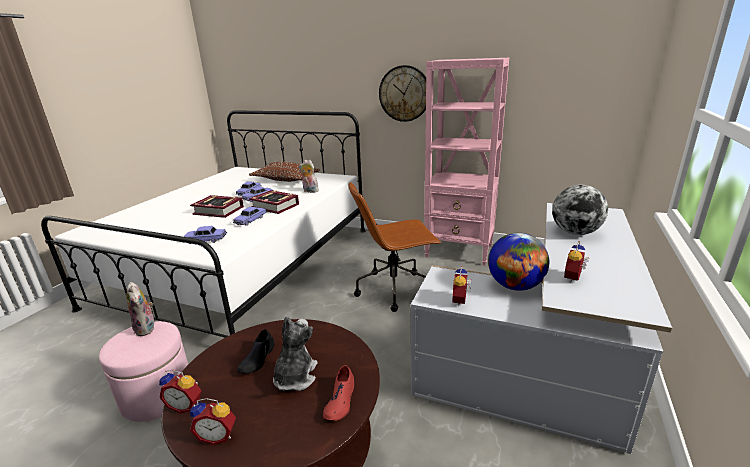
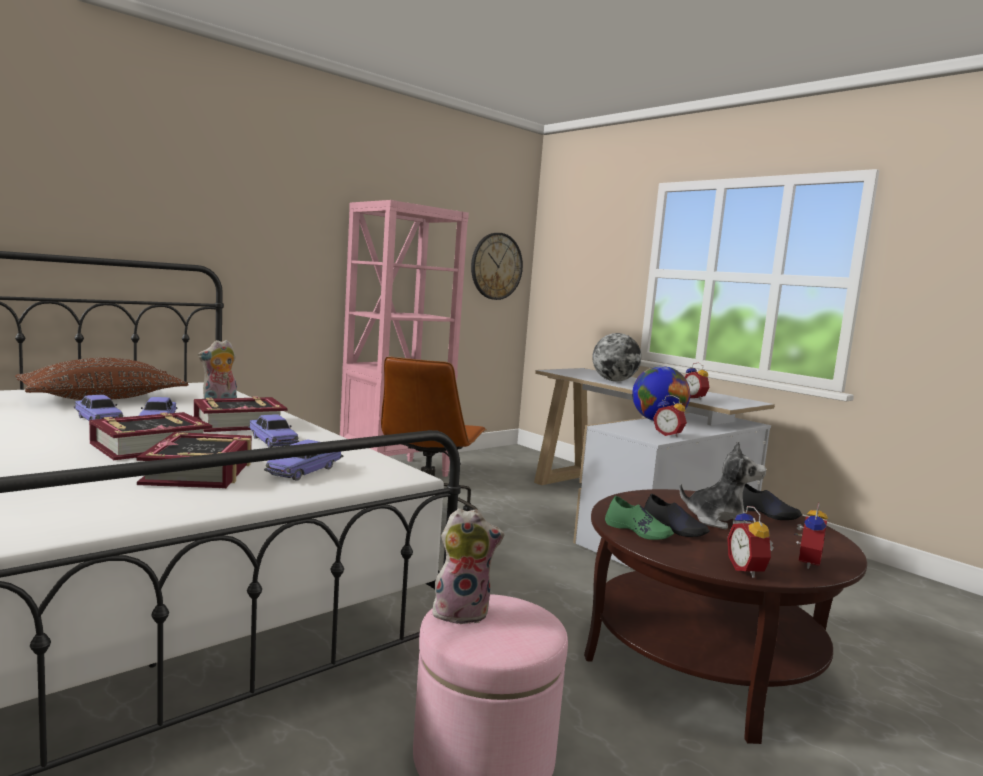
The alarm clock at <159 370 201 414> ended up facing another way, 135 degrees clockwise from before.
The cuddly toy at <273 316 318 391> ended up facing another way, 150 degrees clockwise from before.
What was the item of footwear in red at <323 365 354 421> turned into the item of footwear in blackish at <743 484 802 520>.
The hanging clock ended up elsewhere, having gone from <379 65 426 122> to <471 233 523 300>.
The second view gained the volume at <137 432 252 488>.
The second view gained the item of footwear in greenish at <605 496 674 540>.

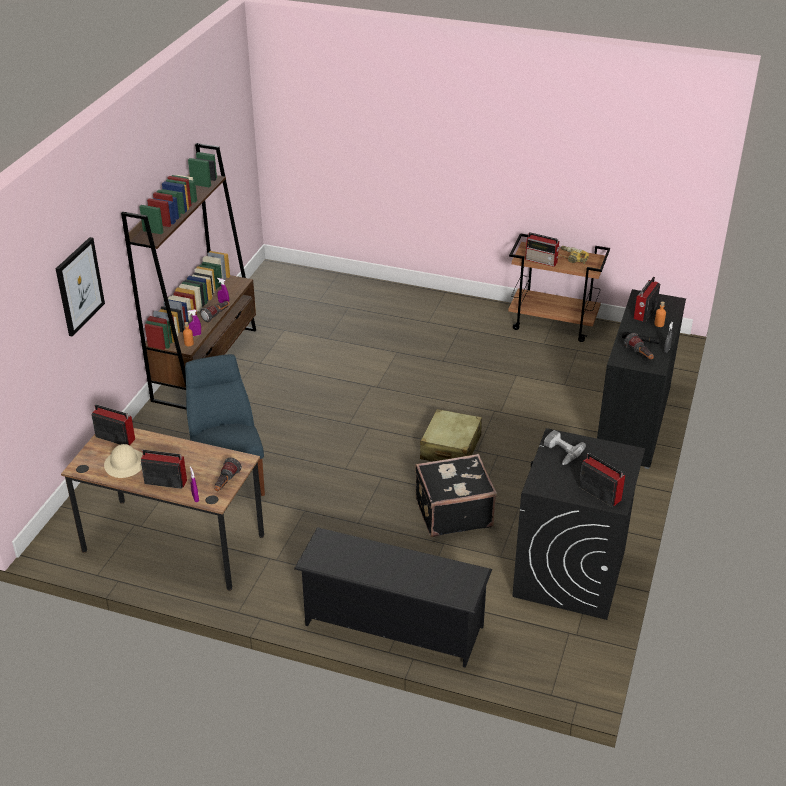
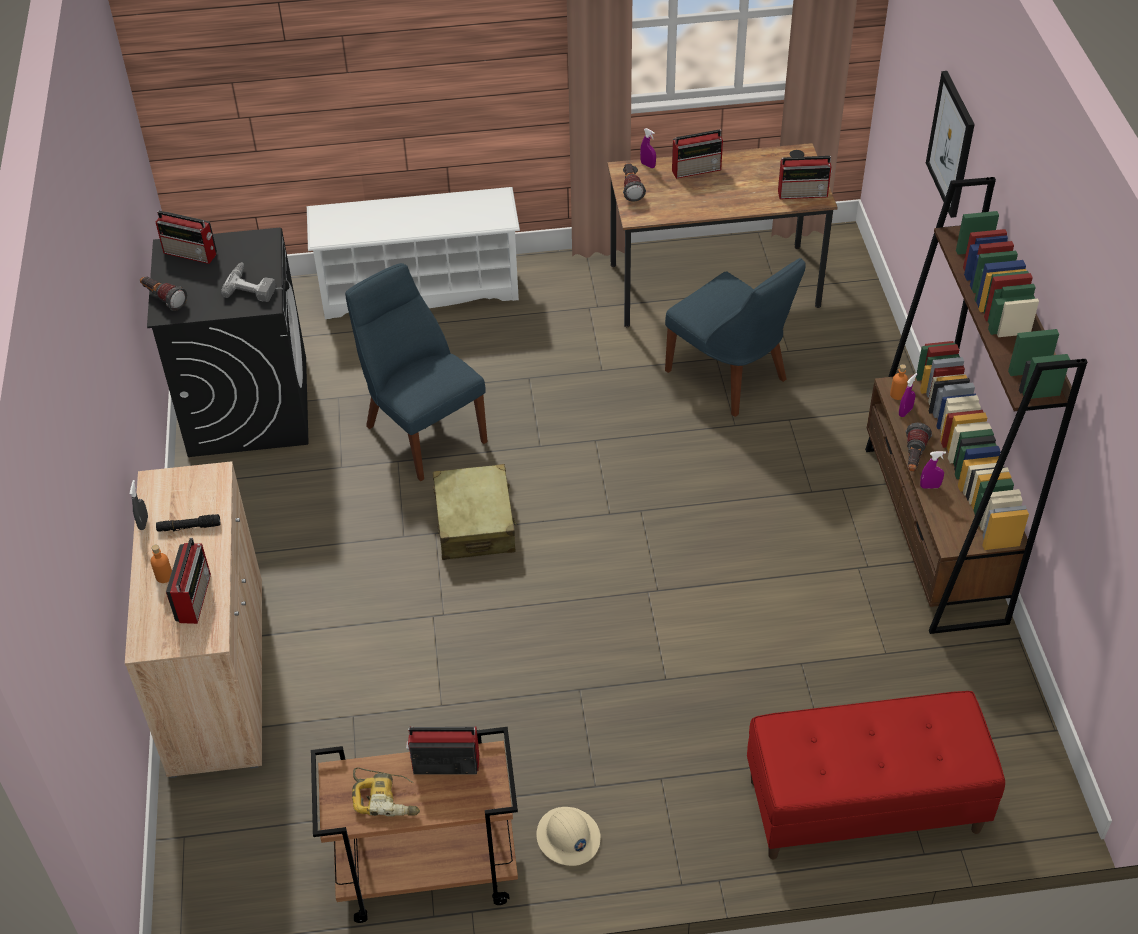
The safety helmet in beige-coloured ended up elsewhere, having gone from <104 444 143 478> to <536 807 601 866>.
What was the shoe rack in blackish at <294 527 492 668> turned into the shoe rack in whitish at <307 187 520 319>.
Where the travel case in blackish stood at <415 454 497 537>, the plain chair in bluish came to stand at <345 263 488 481>.
What was the cupboard in blackish at <597 289 686 469> turned into the cupboard in beige-coloured at <125 461 262 778>.
The hand torch ended up elsewhere, having gone from <624 333 654 360> to <140 277 187 311>.
The second view gained the bench in red at <747 691 1005 859>.

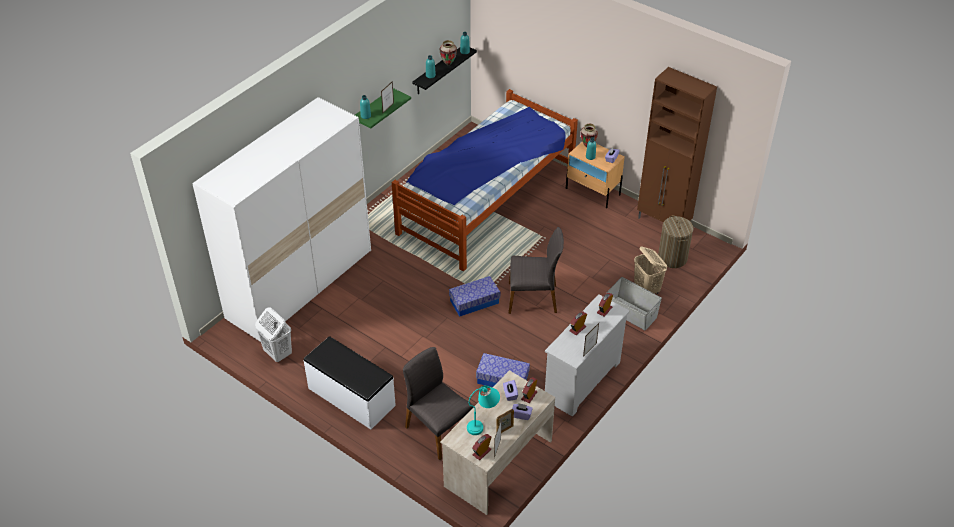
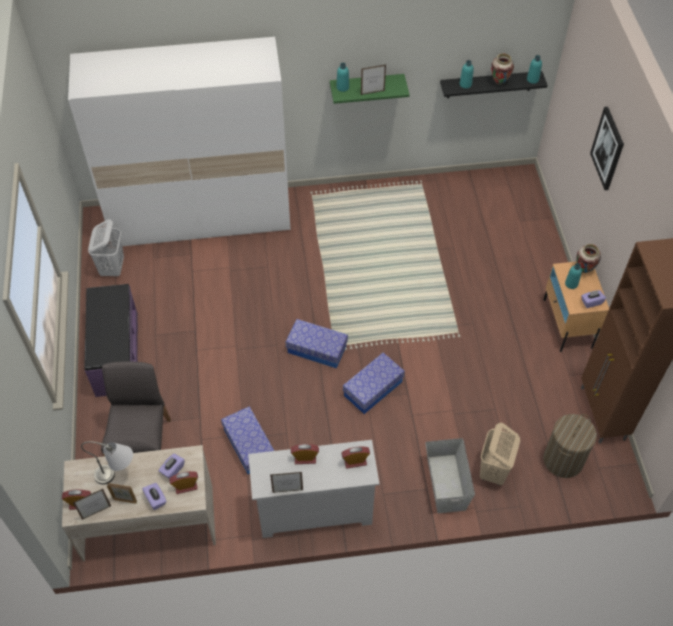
What was the bench in whitish at <304 336 396 429> turned into the bench in purplish at <84 284 138 397>.
The second view lost the sleeping bed at <392 89 578 272>.
What was the lamp for a table in turquoise at <467 385 500 435> turned into the lamp for a table in gray at <81 441 133 485>.
Where the plain chair in gray stood at <509 227 564 314>, the storage container came to stand at <343 353 405 414>.
The second view gained the wall art at <590 107 624 190>.

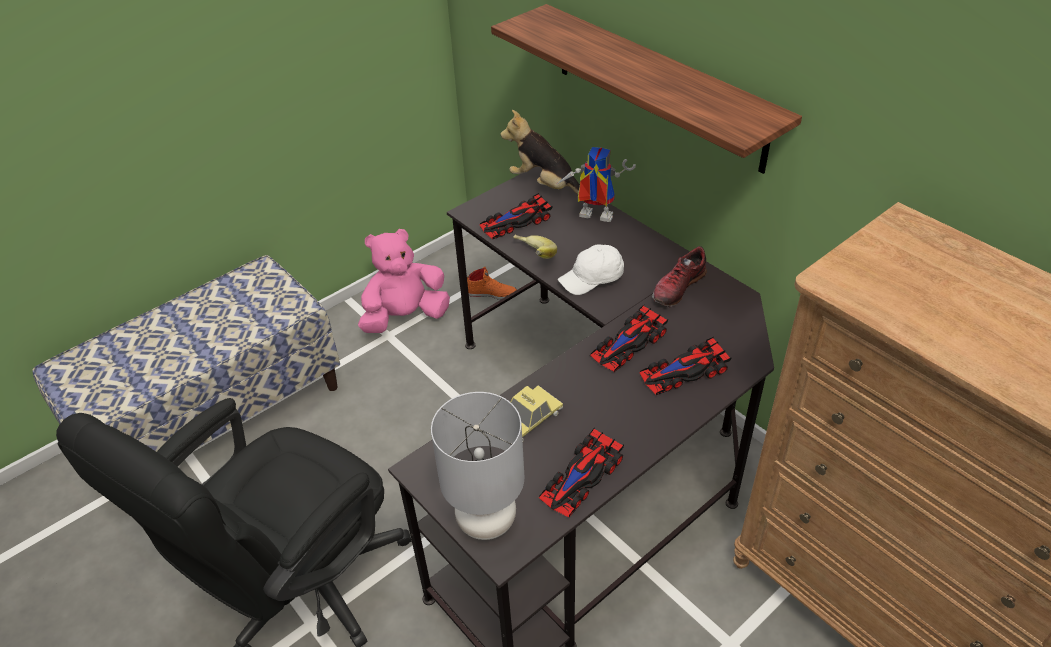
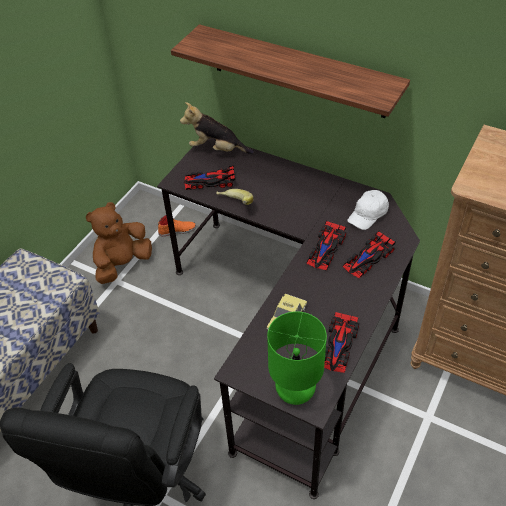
What was the cuddly toy in pinkish at <358 229 450 333> turned into the cuddly toy in brown at <86 202 152 284>.
What was the lamp for a table in gray at <431 392 524 540> turned into the lamp for a table in greenish at <267 311 327 405>.
The miniature car at <480 193 552 240> ended up facing another way, 45 degrees clockwise from before.
The second view lost the robot figure at <557 147 636 222>.
The cap in whitish ended up elsewhere, having gone from <558 244 624 295> to <347 190 389 230>.
The second view lost the item of footwear at <652 246 707 307>.

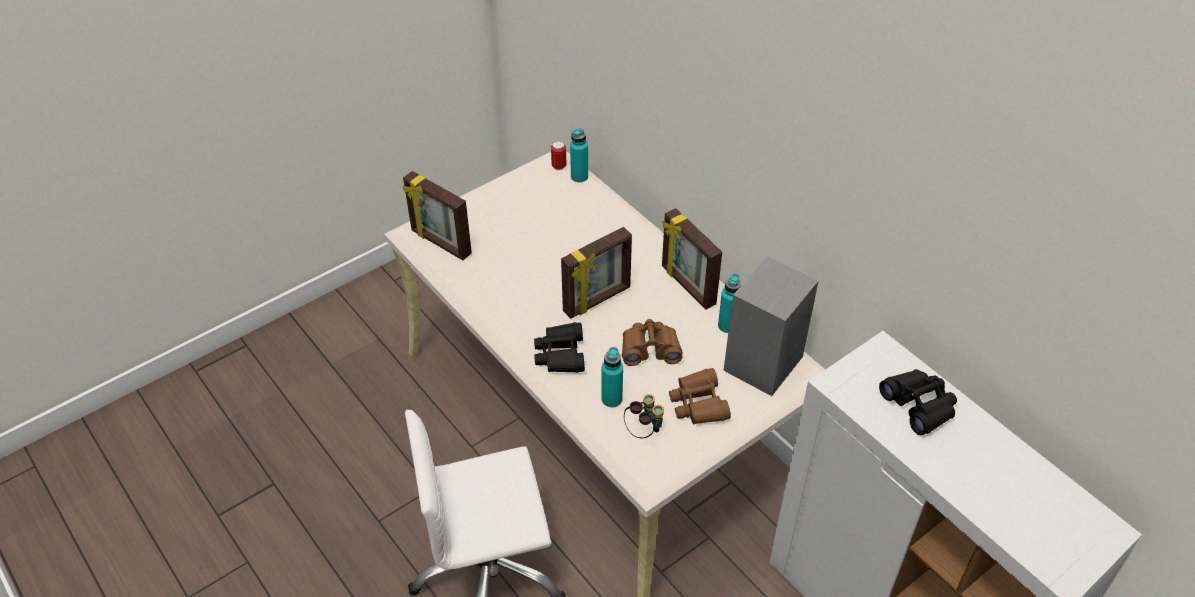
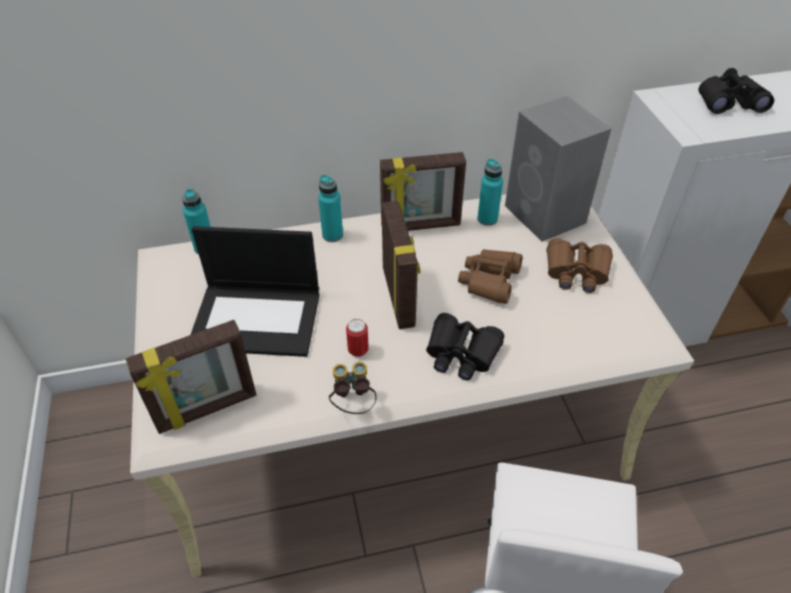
The metal can ended up elsewhere, having gone from <551 141 566 170> to <346 319 369 357>.
The beverage bottle in turquoise ended up elsewhere, having gone from <601 347 623 407> to <318 175 343 242>.
The pair of binoculars ended up elsewhere, having gone from <624 394 664 438> to <329 362 376 414>.
The second view gained the portable computer at <191 226 320 357>.

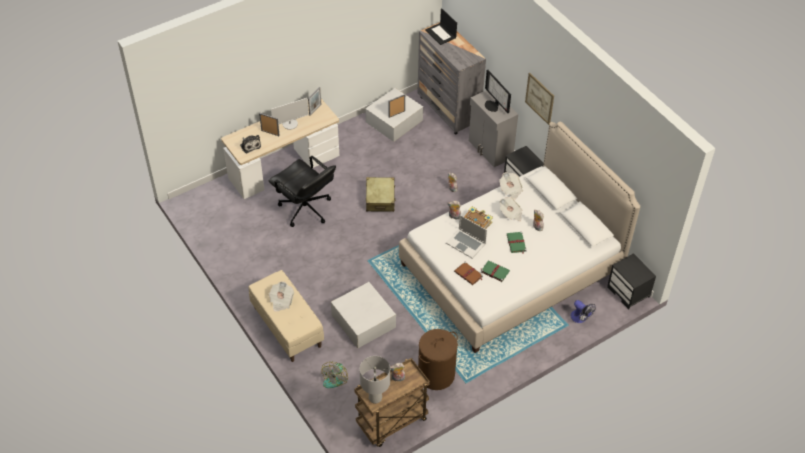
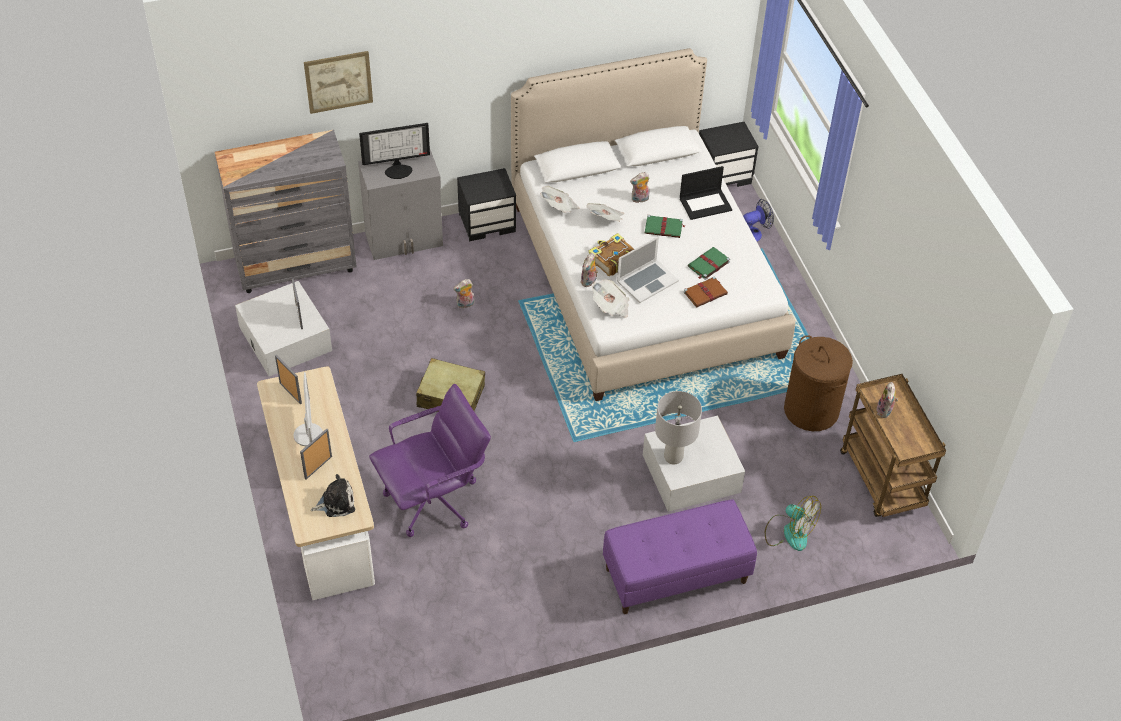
What was the bench in beige-coloured at <249 270 324 362> turned into the bench in purplish at <603 499 757 614>.
What was the computer chair in blackish at <269 156 336 227> turned into the computer chair in purplish at <369 384 491 537>.
The printed paper ended up elsewhere, having gone from <269 281 294 311> to <592 279 629 318>.
The lamp for a table in gray ended up elsewhere, having gone from <360 356 390 404> to <655 391 702 464>.
The portable computer ended up elsewhere, having gone from <425 8 457 45> to <680 166 732 220>.
The wall art ended up elsewhere, having gone from <525 73 554 125> to <304 51 373 114>.

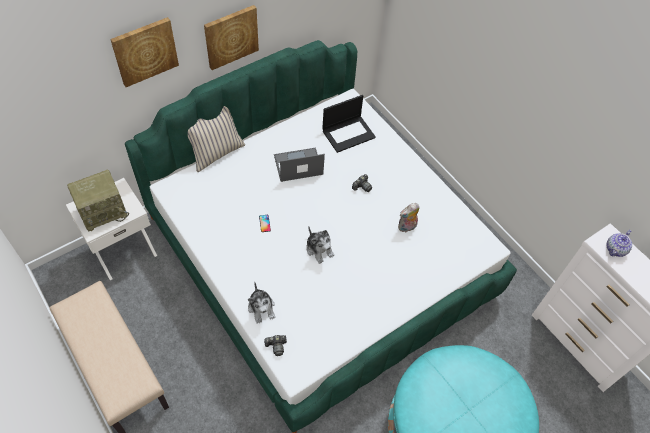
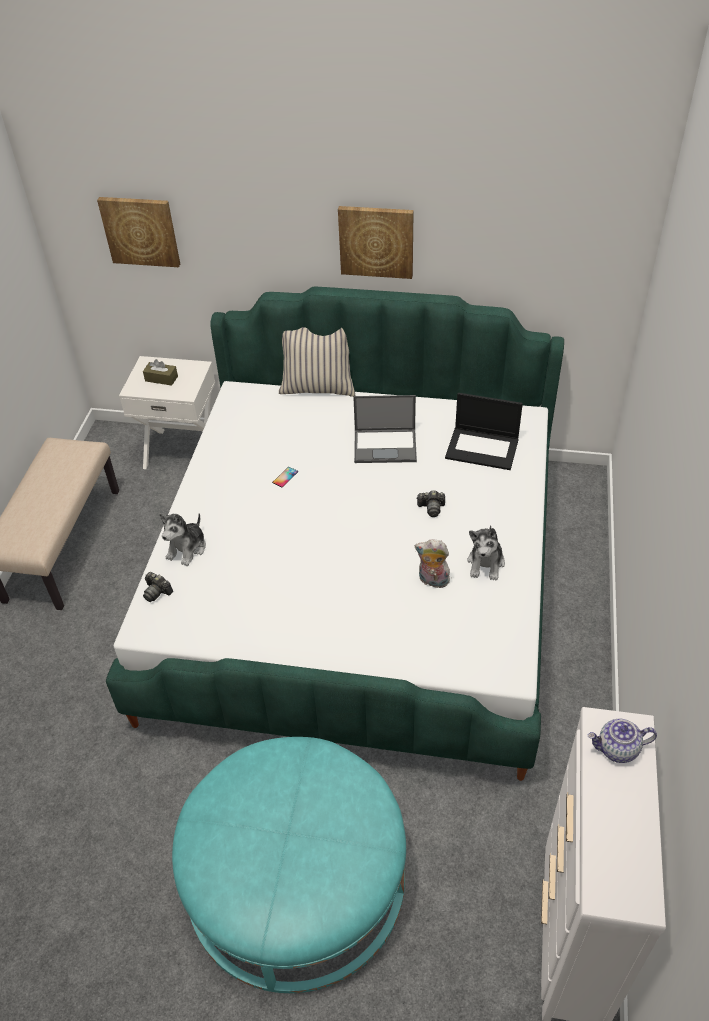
Where the radio receiver stood at <67 170 129 232>, the box of tissues in brown came to stand at <143 359 178 386>.
The wall art ended up elsewhere, having gone from <110 17 179 87> to <97 197 180 267>.
The portable computer at <274 148 325 182> ended up facing another way, 150 degrees clockwise from before.
The cuddly toy ended up elsewhere, having gone from <306 227 334 264> to <467 526 505 580>.

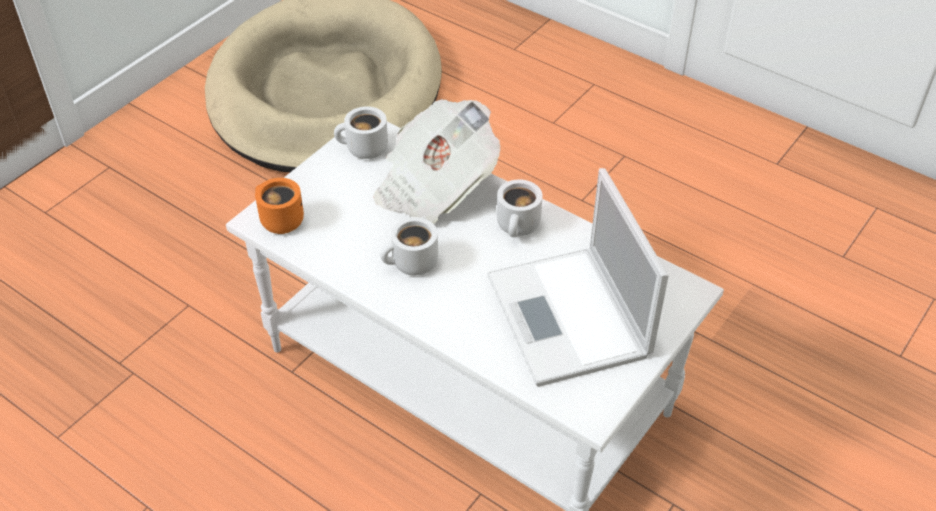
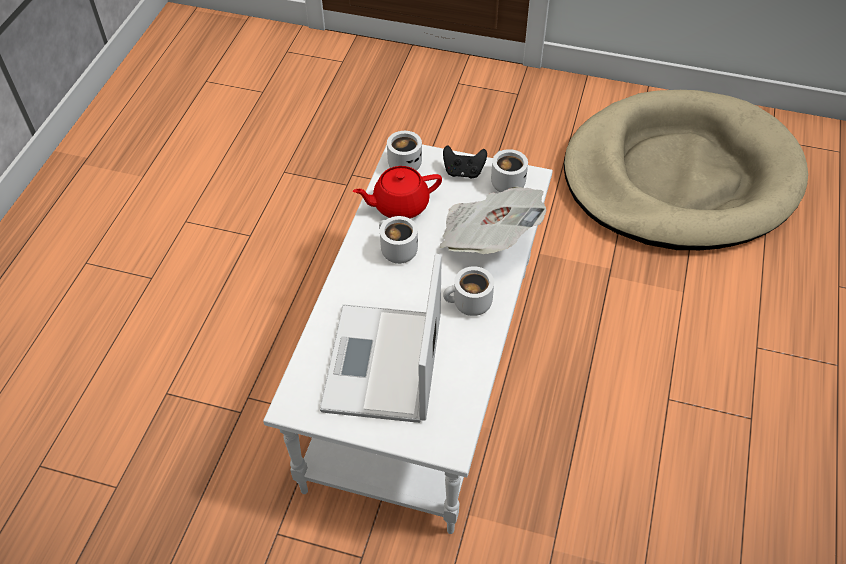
What was the mug in orangey at <255 178 304 234> turned into the mug in whitish at <387 131 422 171>.
The portable computer at <487 168 669 387> ended up facing another way, 45 degrees counterclockwise from before.
The second view gained the tea pot in red at <353 166 442 218>.
The second view gained the joypad in blackish at <443 145 487 178>.

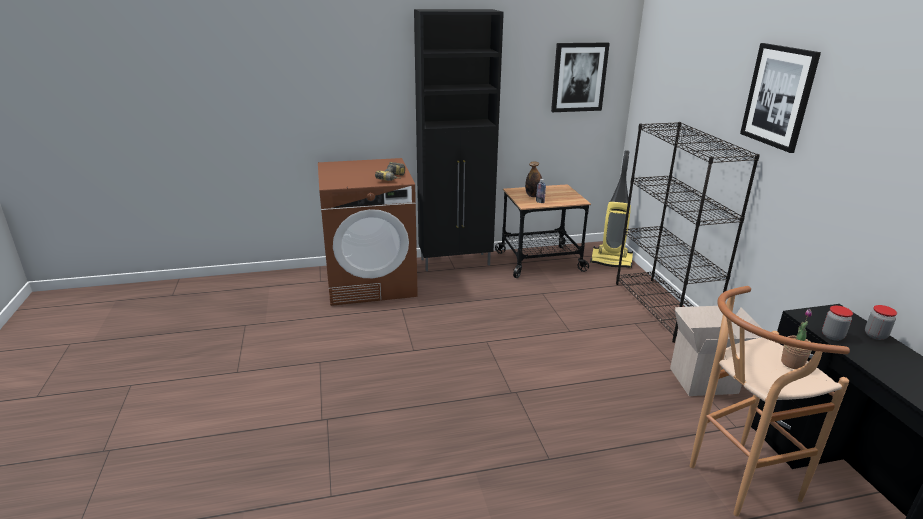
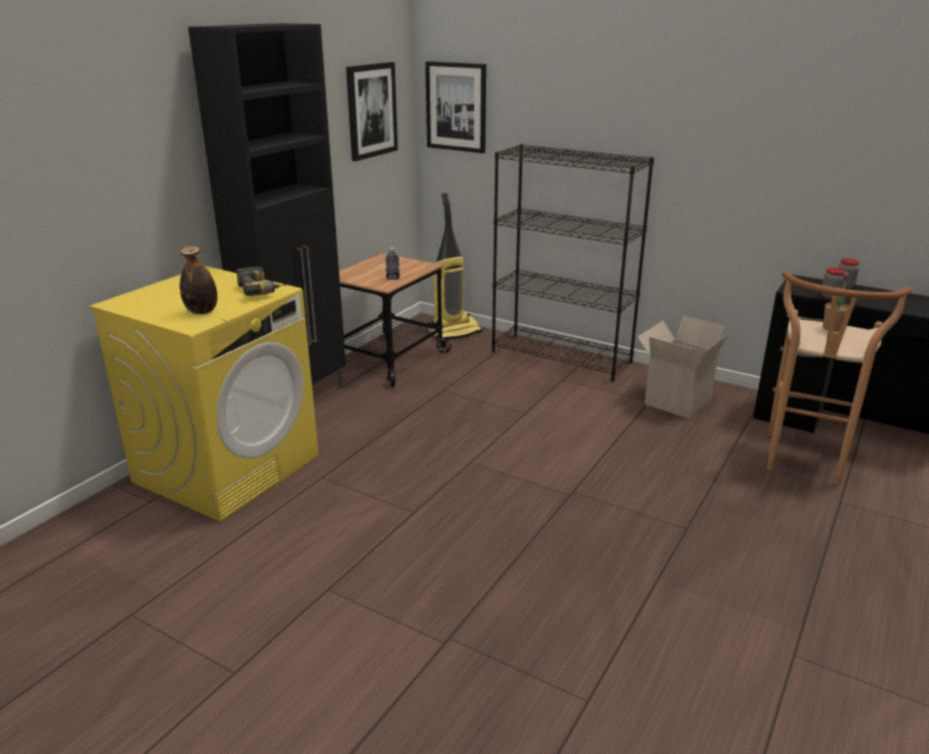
What was the laundry appliance in brown at <318 158 418 306> turned into the laundry appliance in yellowish at <89 266 319 522>.
The beverage bottle ended up elsewhere, having gone from <525 161 542 197> to <180 246 217 314>.
The wall art ended up elsewhere, having gone from <740 43 821 153> to <425 61 486 153>.

